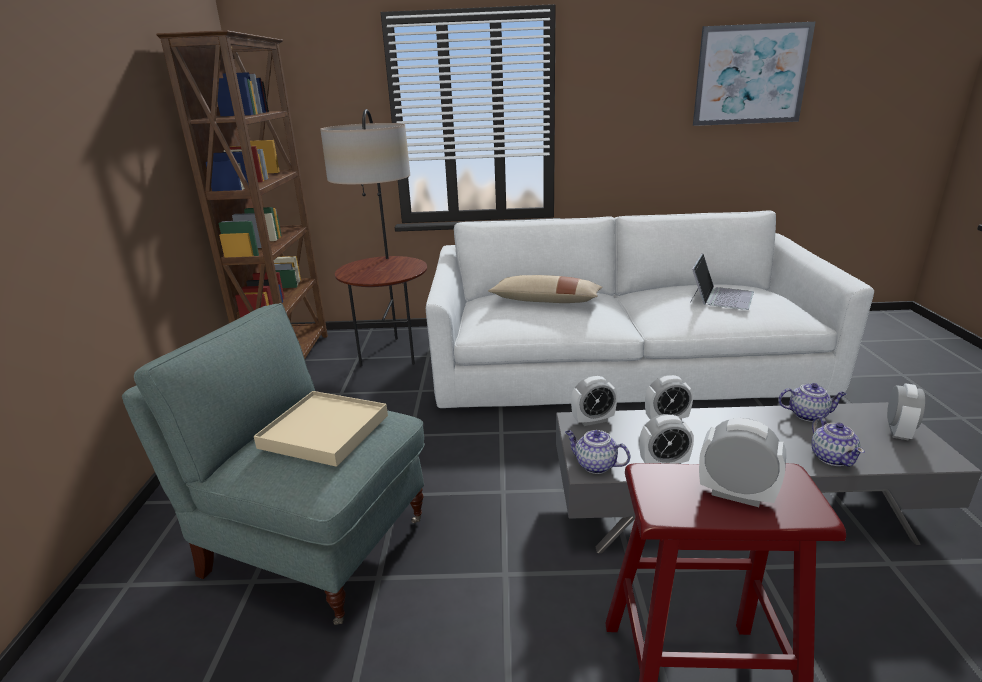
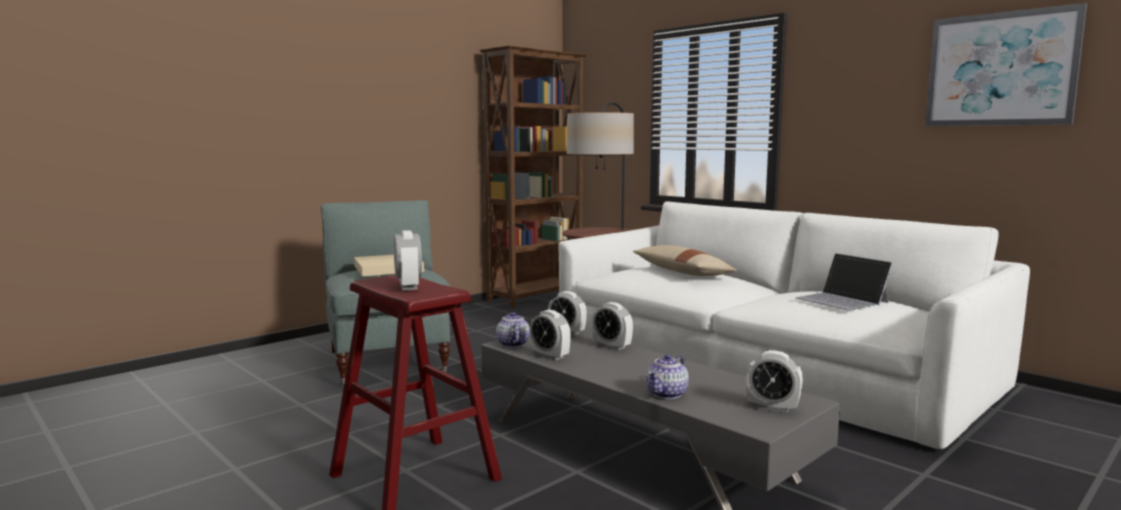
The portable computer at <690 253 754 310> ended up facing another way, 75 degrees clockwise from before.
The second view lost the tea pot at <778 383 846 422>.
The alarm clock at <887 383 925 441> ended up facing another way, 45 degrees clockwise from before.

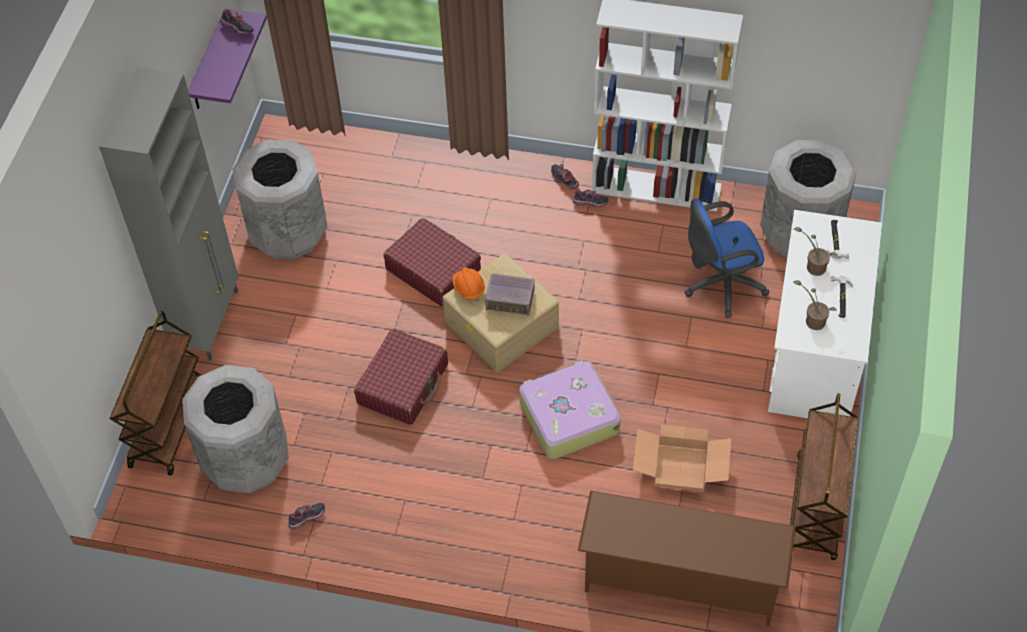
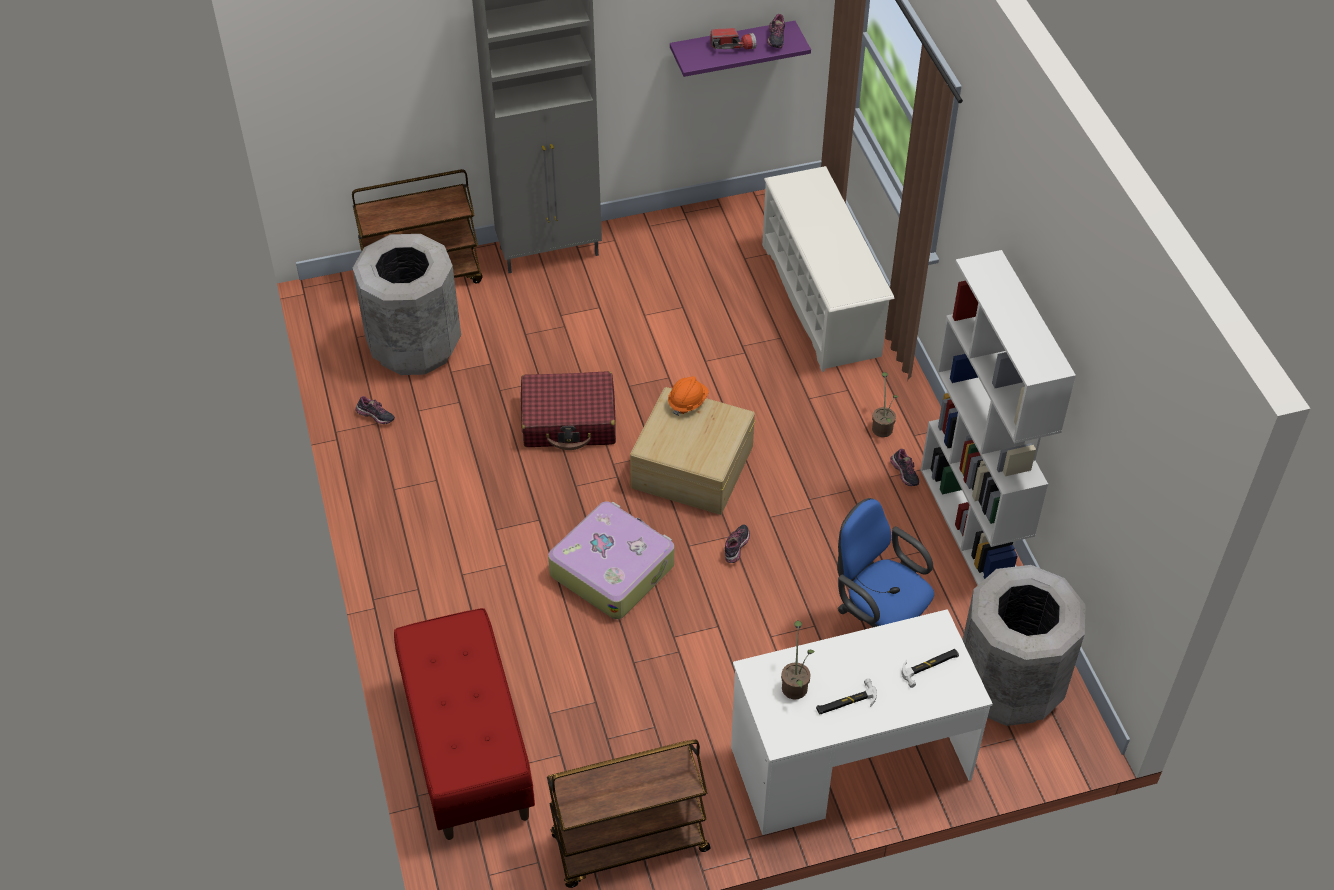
The second view lost the waste bin in gray at <232 139 328 260>.
The second view lost the travel case in red at <384 218 481 307>.
The second view lost the radio receiver at <485 273 535 316>.
The item of footwear ended up elsewhere, having gone from <551 164 579 190> to <725 525 750 563>.
Where the shoe rack in brown stood at <578 490 796 626>, the bench in red came to stand at <394 608 535 840>.
The second view lost the packing box at <633 424 731 491>.
The potted plant ended up elsewhere, having gone from <794 227 837 276> to <872 372 899 437>.
The second view gained the hand torch at <710 28 756 50>.
The second view gained the shoe rack in whitish at <762 166 894 372>.

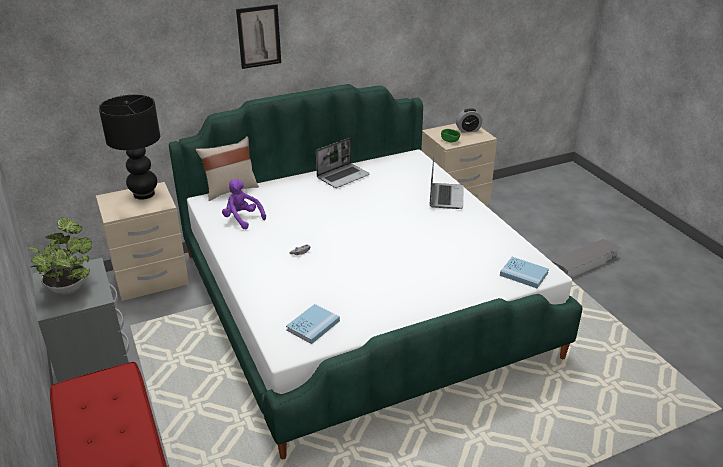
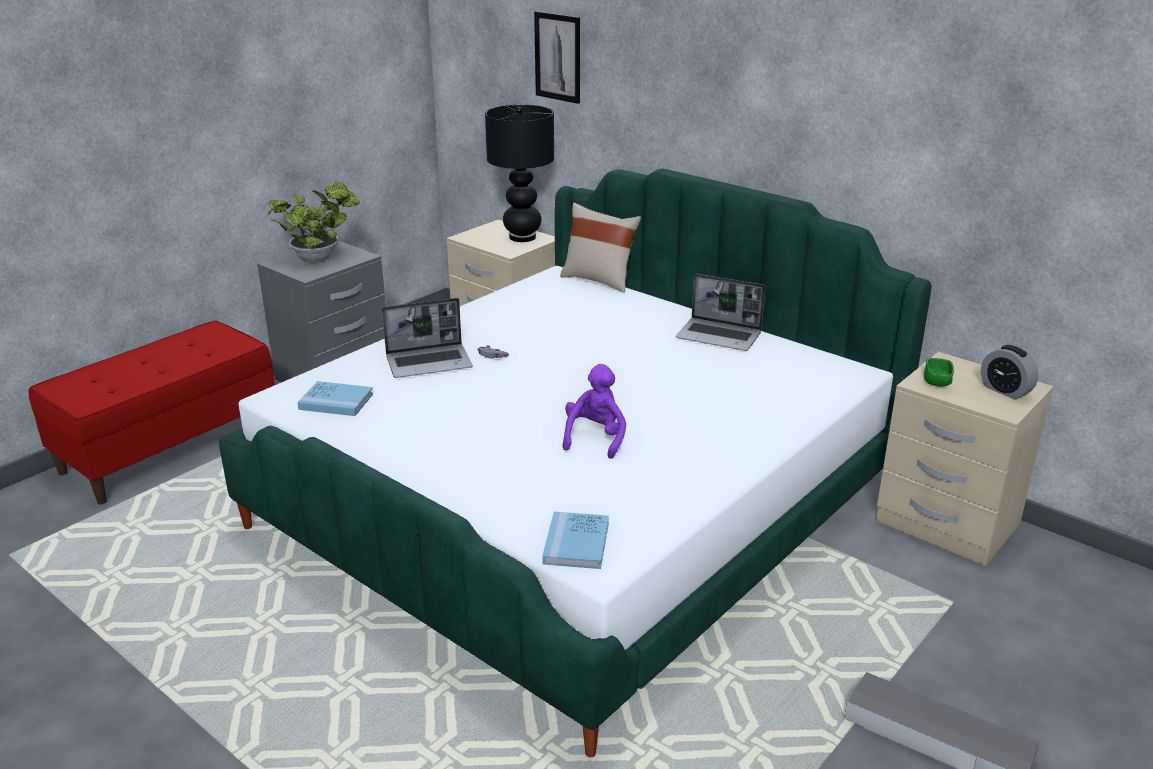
The cuddly toy in purplish ended up elsewhere, having gone from <222 179 266 229> to <563 364 626 459>.
The wall art ended up elsewhere, having gone from <236 4 281 69> to <534 11 580 104>.
The portable computer ended up elsewhere, having gone from <430 157 464 209> to <382 298 473 378>.

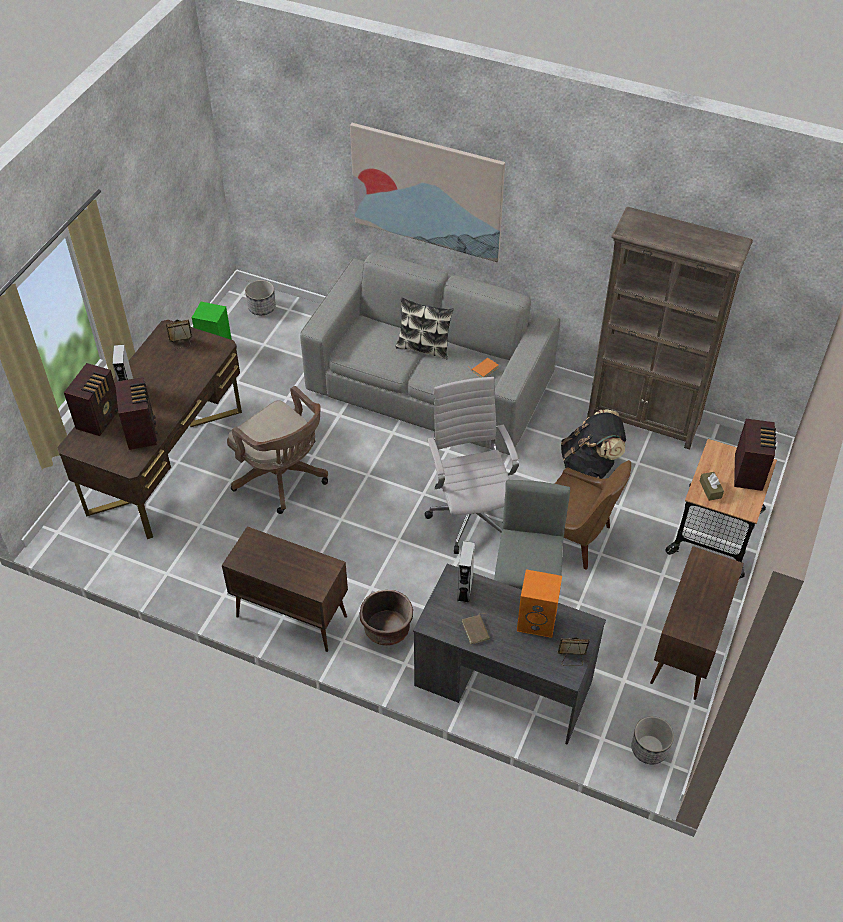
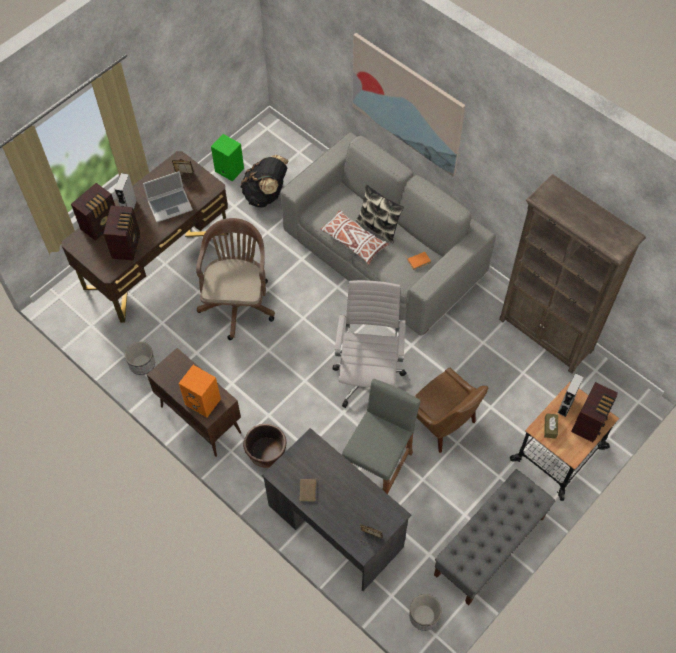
The computer chair in brown at <227 386 328 514> ended up facing another way, 150 degrees counterclockwise from before.
The planter ended up elsewhere, having gone from <245 280 276 315> to <125 342 155 375>.
The speaker in gray ended up elsewhere, having gone from <457 541 475 603> to <557 373 584 417>.
The speaker in orangey ended up elsewhere, having gone from <517 569 562 638> to <179 365 221 417>.
The knapsack in blackish ended up elsewhere, having gone from <561 409 626 479> to <240 155 289 208>.
Where the cupboard in brown stood at <650 546 744 700>, the bench in gray came to stand at <434 469 555 606>.
The second view gained the portable computer at <143 171 193 222>.
The second view gained the cushion in whitish at <320 210 389 265>.

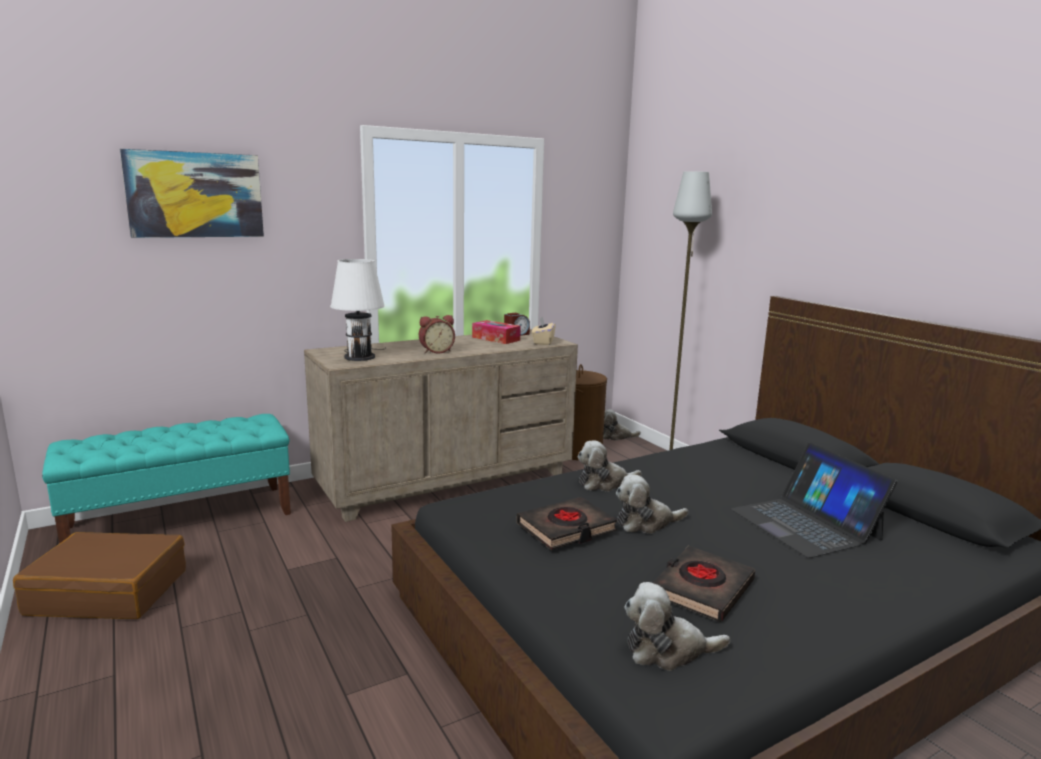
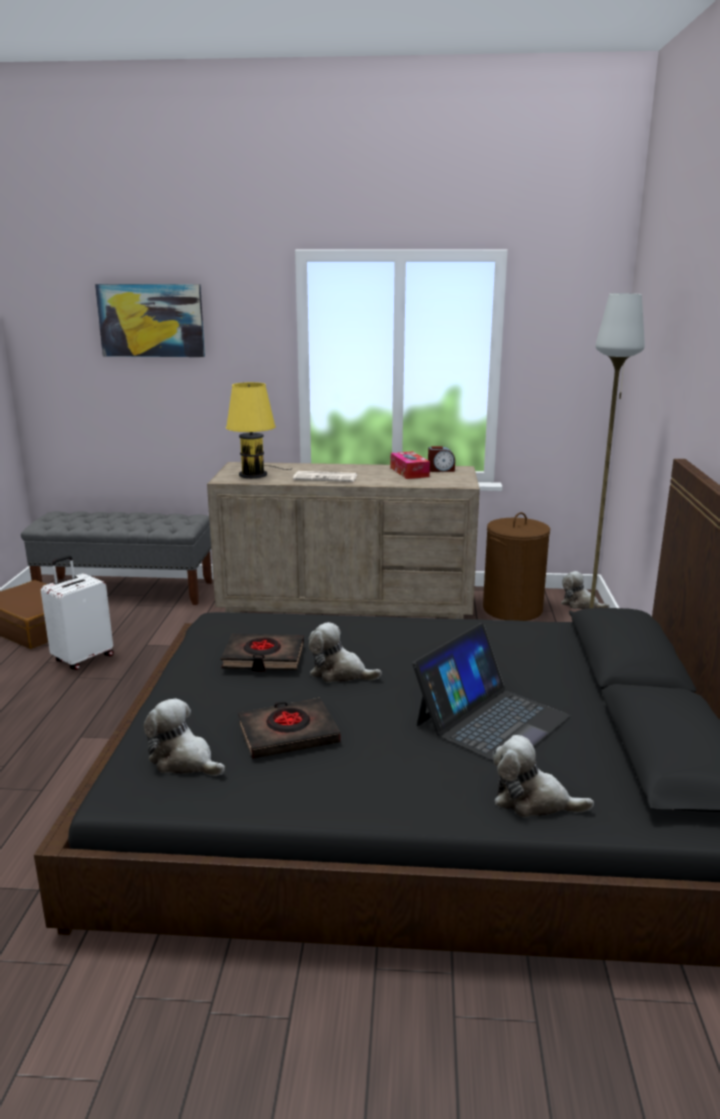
What was the bench in turquoise at <42 414 291 544> turned into the bench in gray at <21 511 212 605>.
What was the lamp for a table in whitish at <330 259 386 361> turned into the lamp for a table in yellowish at <226 382 292 478>.
Where the alarm clock stood at <419 315 455 354>, the printed paper came to stand at <293 471 357 482>.
The second view lost the box of tissues in beige-coloured at <532 317 556 345>.
The cuddly toy ended up elsewhere, having gone from <577 440 641 491> to <493 735 594 818>.
The portable computer at <731 443 898 558> ended up facing another way, 150 degrees counterclockwise from before.
The second view gained the travel case in whitish at <41 556 114 670>.

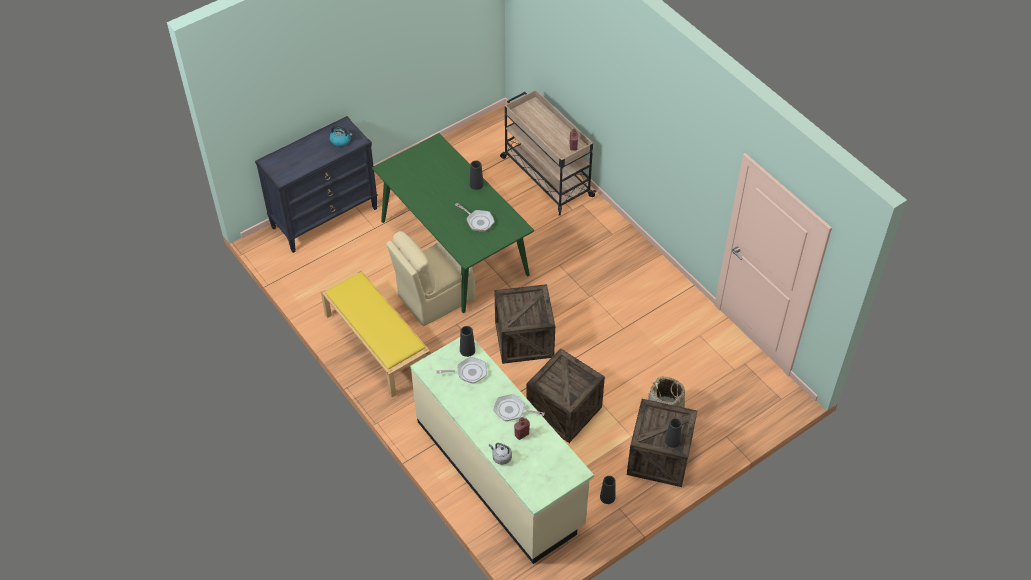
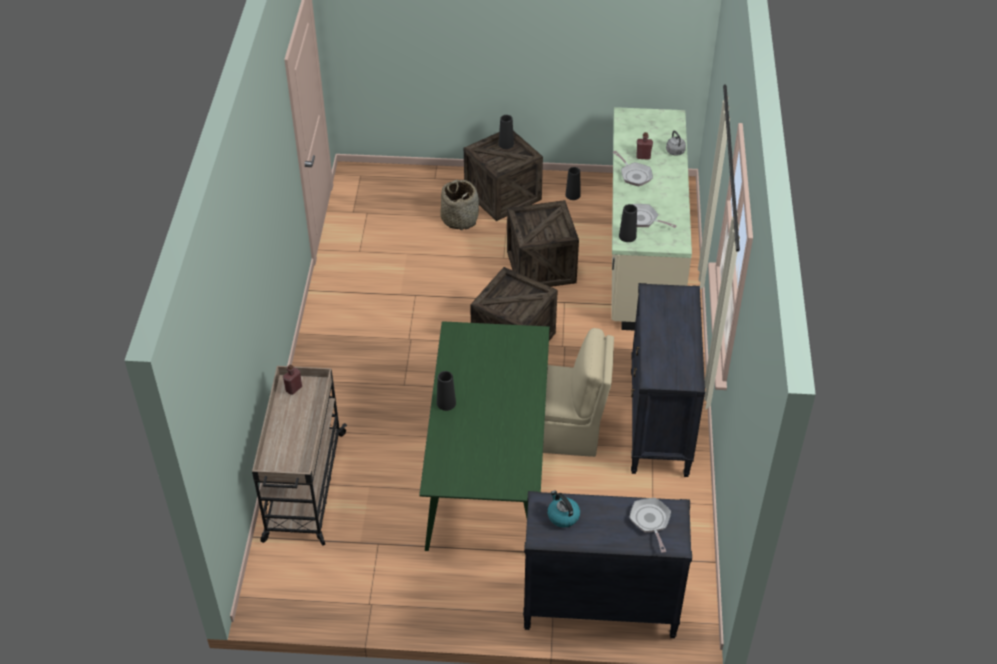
Where the bench in yellowish stood at <321 269 430 397>, the drawer chest in blackish came to stand at <631 283 705 477>.
The frying pan ended up elsewhere, having gone from <455 203 495 232> to <629 498 671 553>.

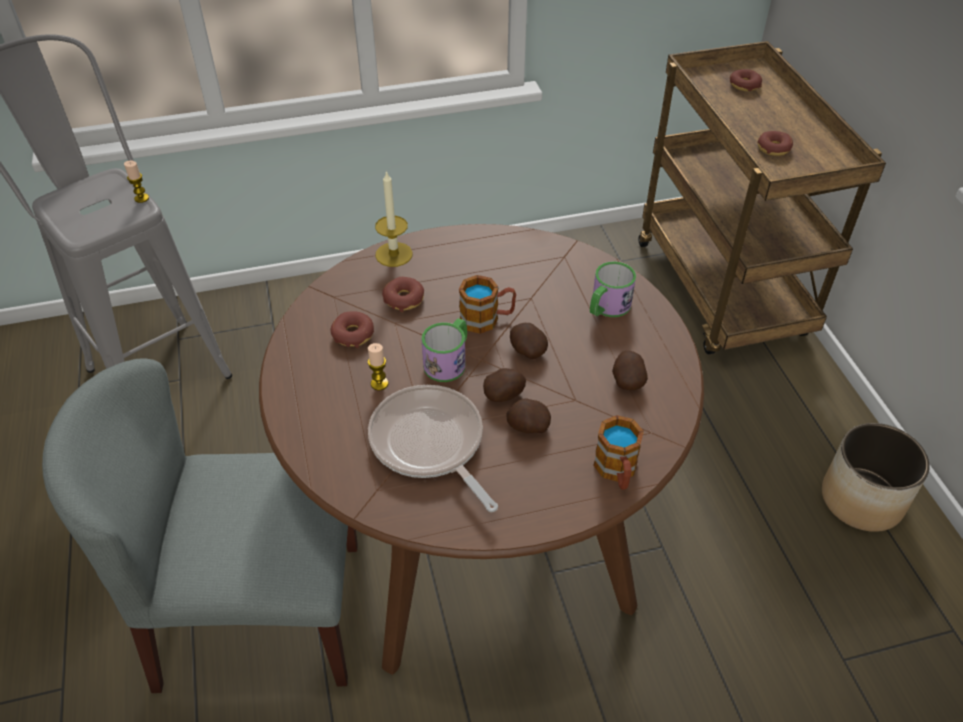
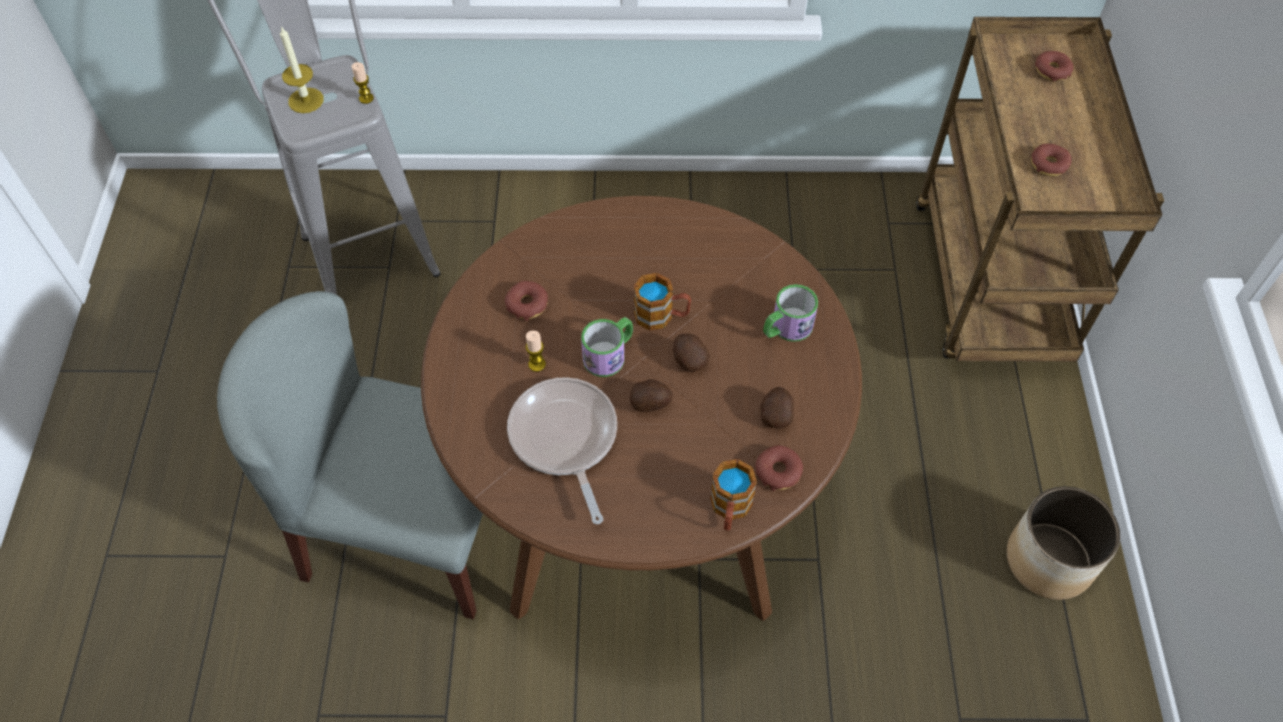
The wax light ended up elsewhere, having gone from <375 170 413 267> to <280 26 324 113>.
The donut ended up elsewhere, having gone from <382 277 424 312> to <755 445 803 491>.
The second view lost the whole potato at <506 398 551 433>.

